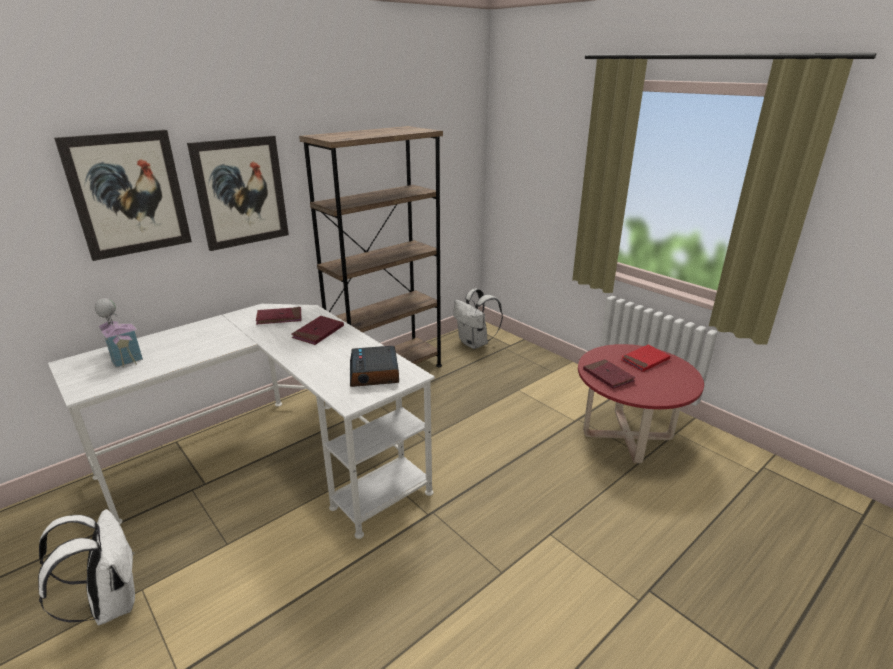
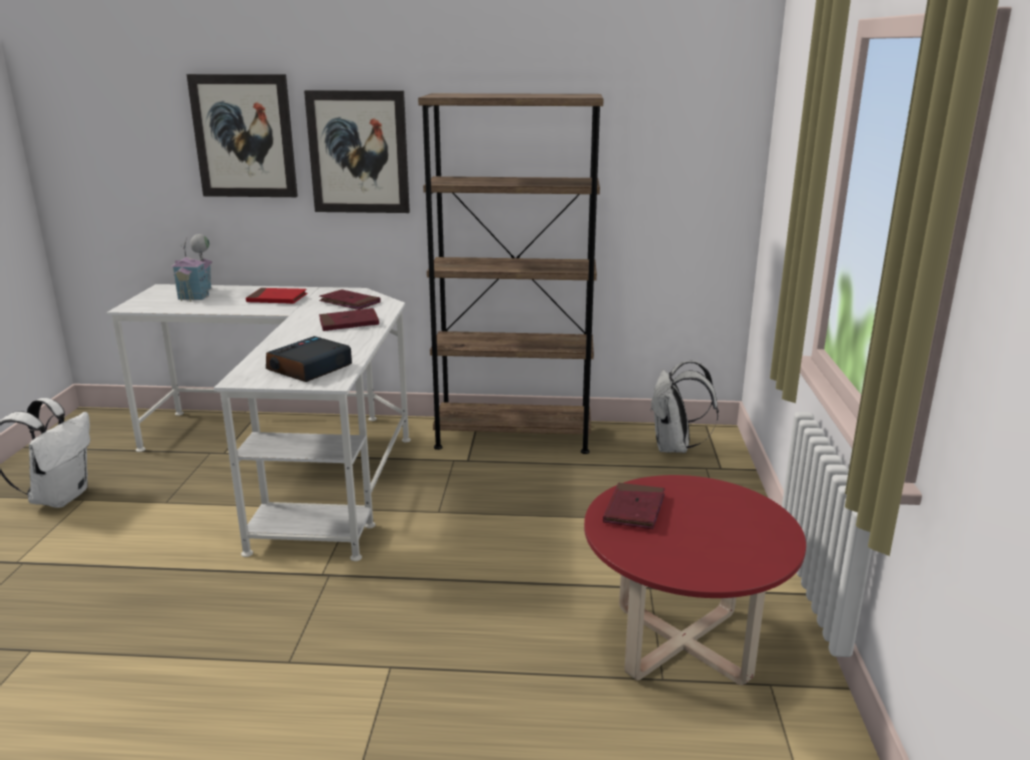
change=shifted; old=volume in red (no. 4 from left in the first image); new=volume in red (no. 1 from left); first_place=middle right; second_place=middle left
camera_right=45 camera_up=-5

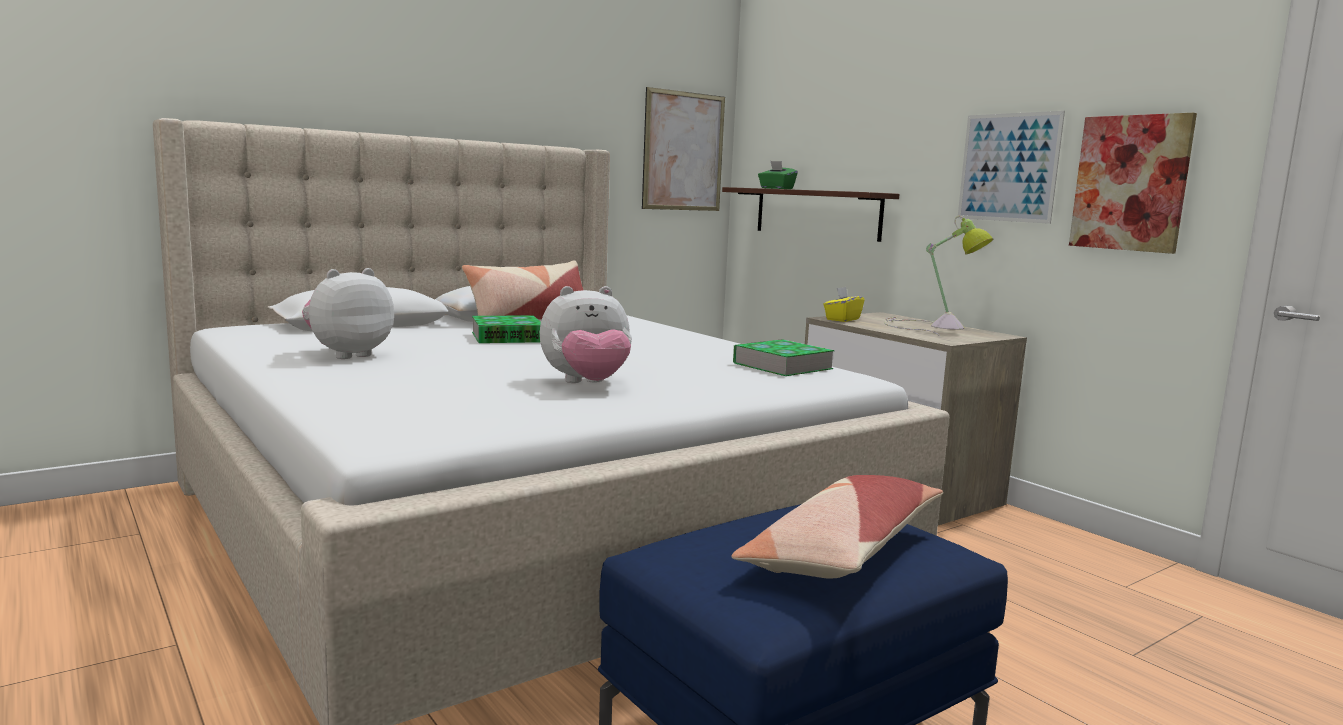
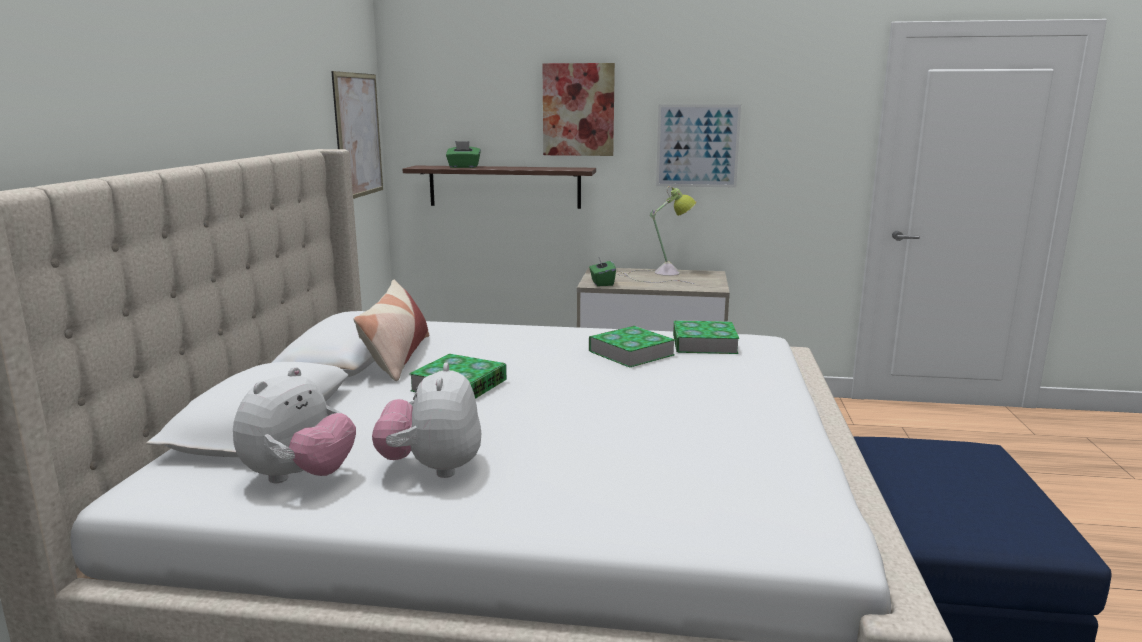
change=shifted; old=picture (no. 3 from left in the first image); new=picture (no. 2 from left); first_place=top right; second_place=top centre
change=shifted; old=soft toy (no. 2 from left in the first image); new=soft toy (no. 1 from left); first_place=centre; second_place=middle left
change=repainted; old=tissue box in yellow; new=tissue box in green (no. 2 from left); first_place=centre; second_place=centre
change=gone; old=throw pillow (no. 2 from left); first_place=bottom centre
change=new; new=volume (no. 2 from left); second_place=centre
camera_right=-45 camera_up=5

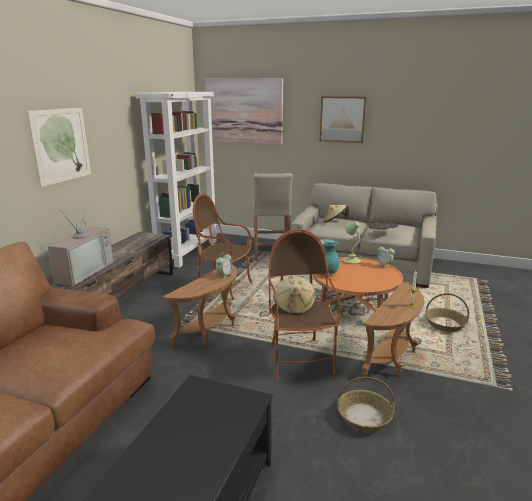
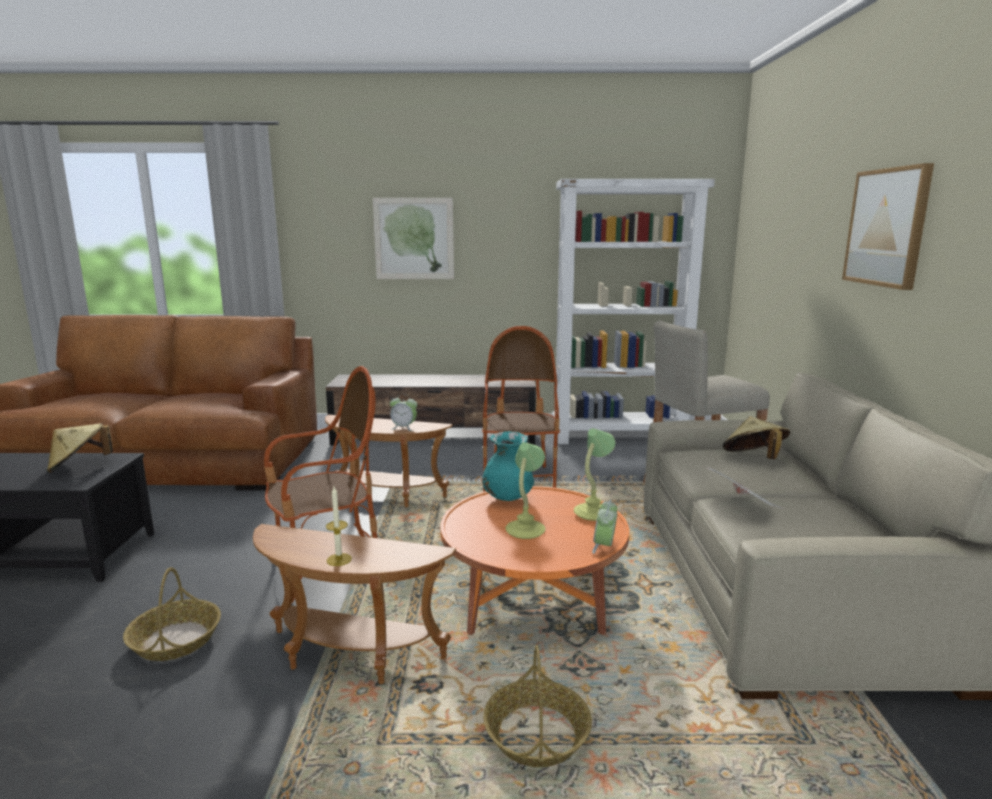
change=gone; old=picture (no. 2 from left); first_place=top centre
change=gone; old=TV; first_place=middle left
change=shifted; old=hat in beige (no. 1 from left); first_place=centre; second_place=middle left
change=new; new=tabletop lamp (no. 1 from left); second_place=centre
camera_right=70 camera_up=-5

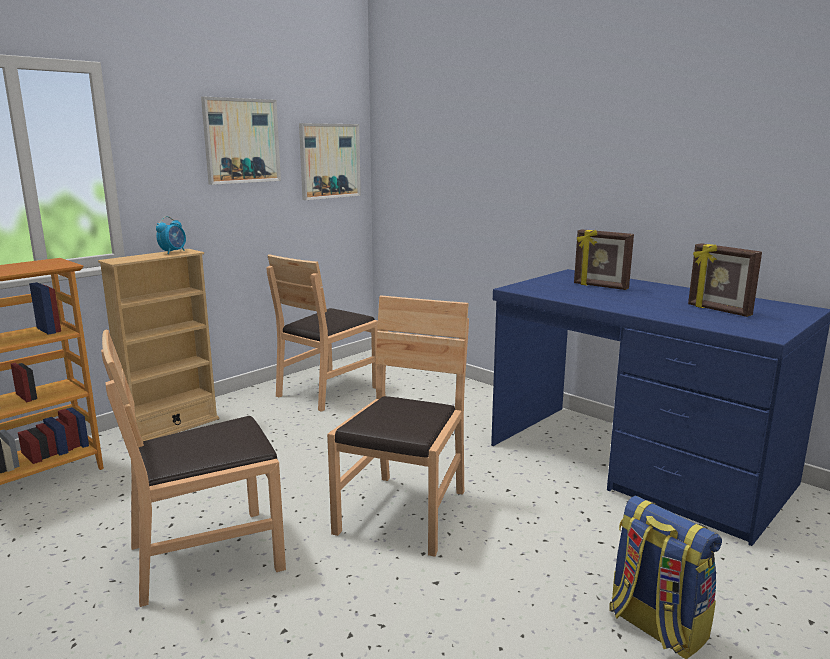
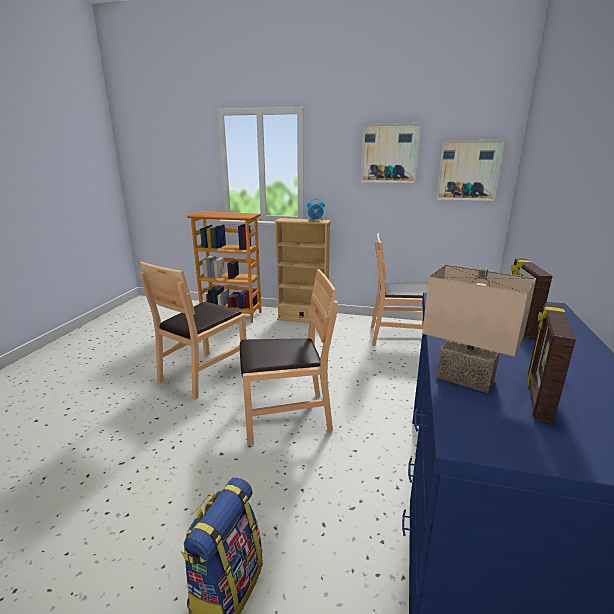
change=rotated; old=chair in brownish (no. 1 from left); first_place=bottom left; second_place=middle left; degrees=-90
change=new; new=tabletop lamp in beige; second_place=middle right
camera_right=60 camera_up=5

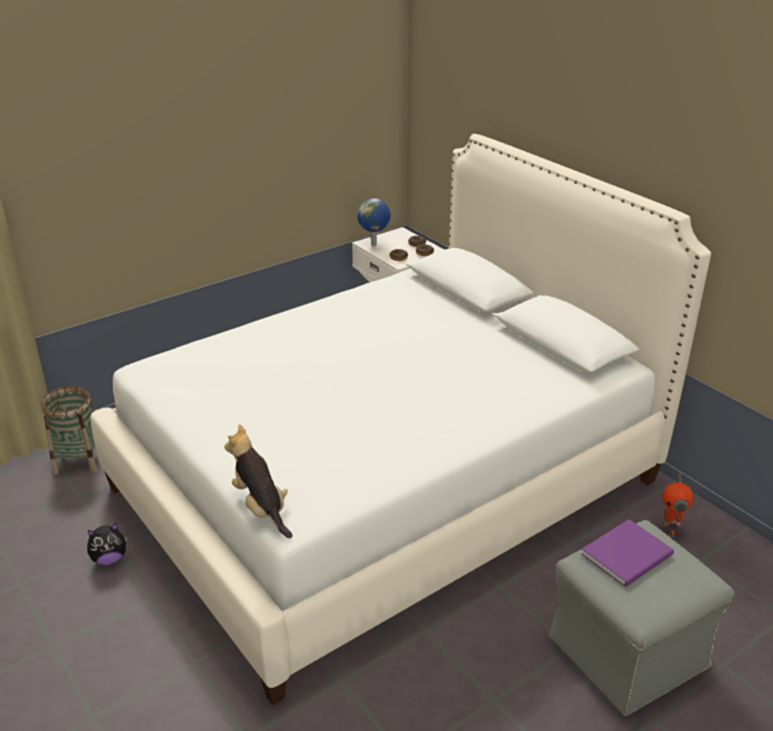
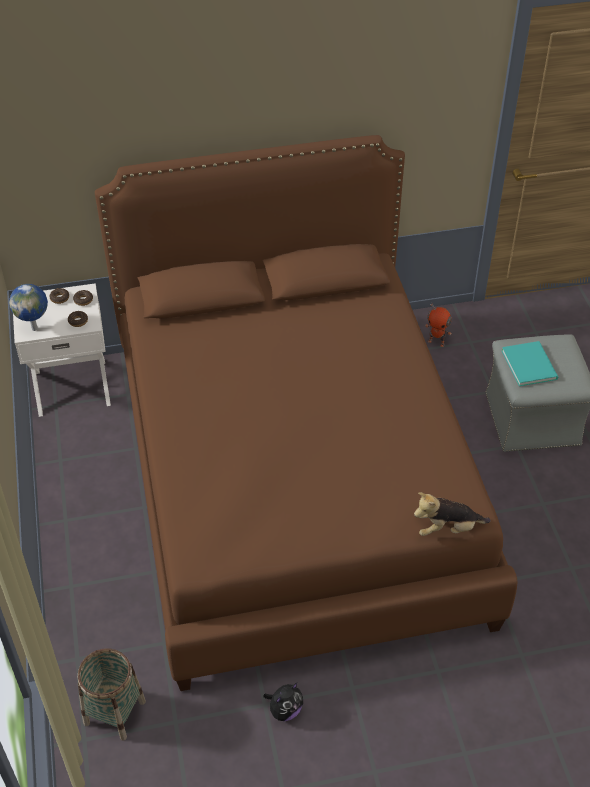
change=repainted; old=bedroom bed in white; new=bedroom bed in brownish; first_place=centre; second_place=centre
change=repainted; old=volume in purple-coloured; new=volume in turquoise-coloured; first_place=bottom right; second_place=middle right
change=rotated; old=soft toy (no. 1 from left); first_place=bottom left; second_place=bottom centre; degrees=45
camera_right=-65 camera_up=15

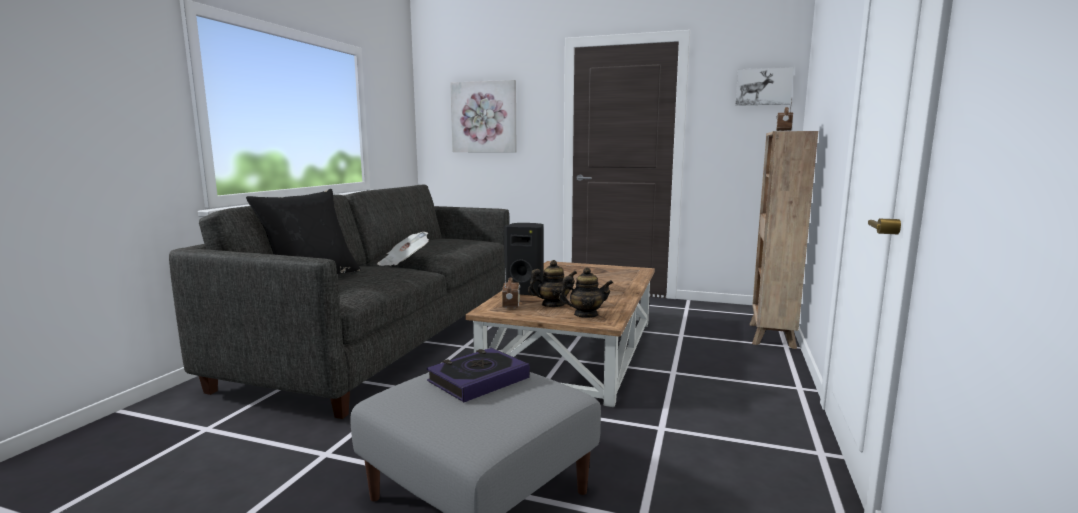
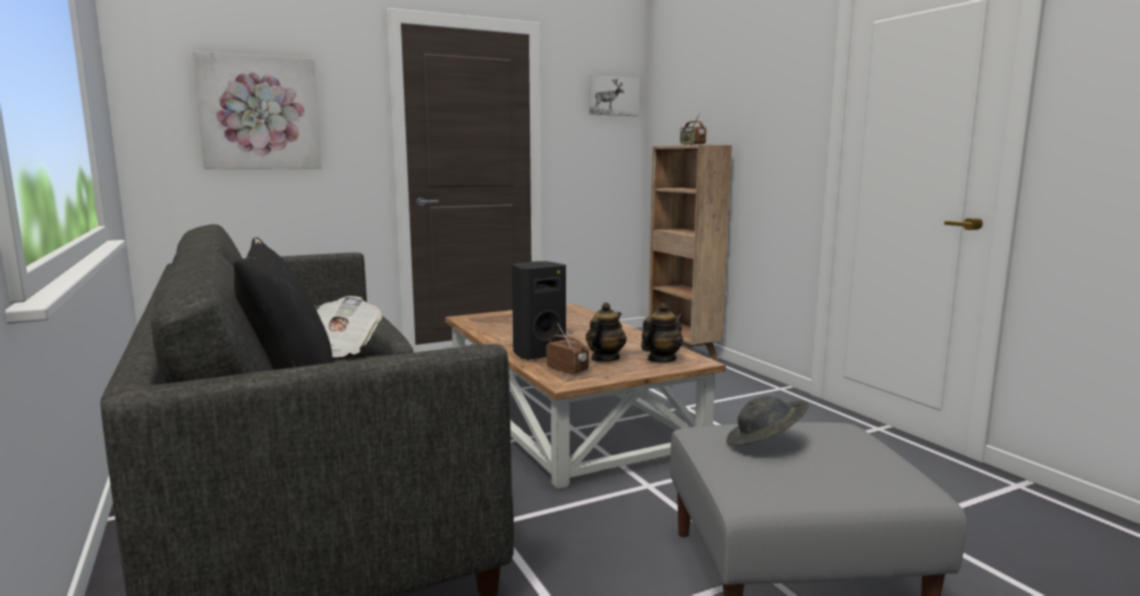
change=swapped; old=volume; new=hat in greyish; first_place=bottom centre; second_place=bottom right
camera_right=-45 camera_up=0

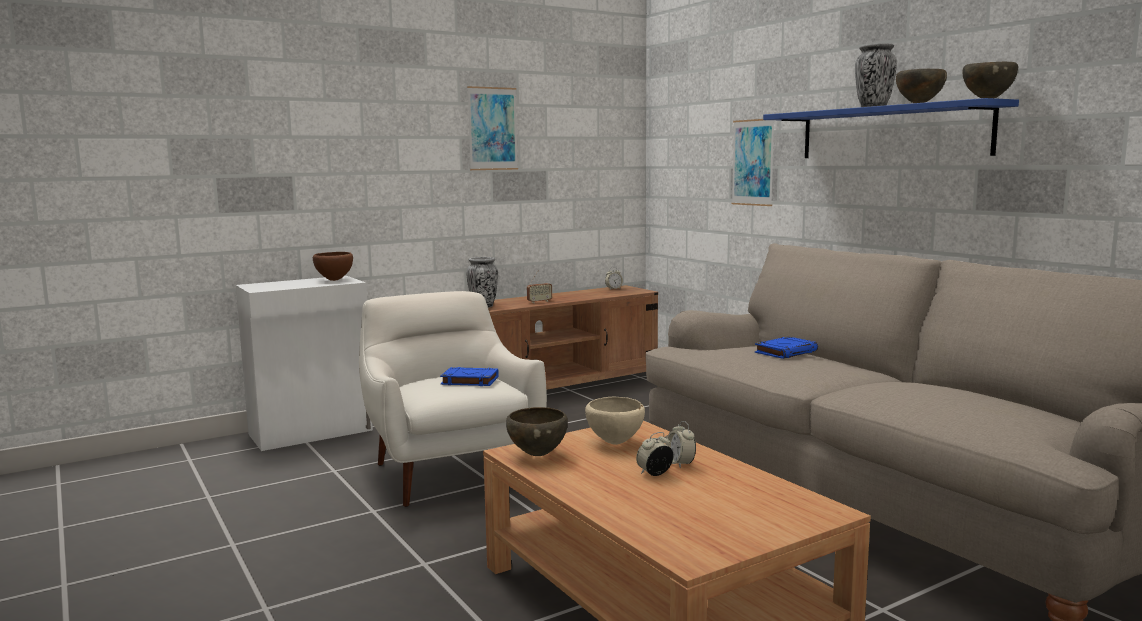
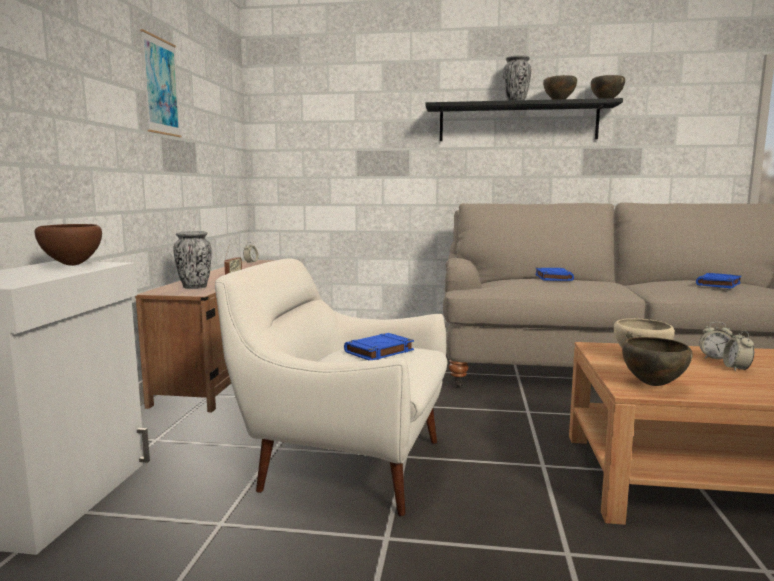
change=repainted; old=wall shelf in blue-coloured; new=wall shelf in blackish; first_place=top right; second_place=top right
change=gone; old=picture (no. 2 from left); first_place=top centre
change=new; new=volume in blue-coloured (no. 3 from left); second_place=middle right
camera_right=-50 camera_up=0

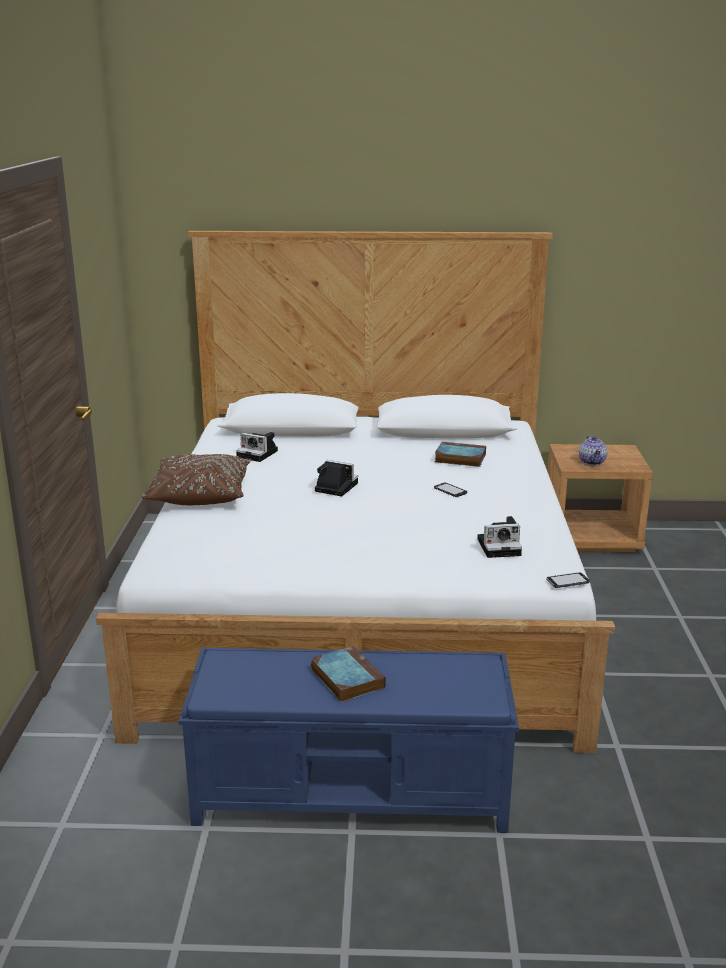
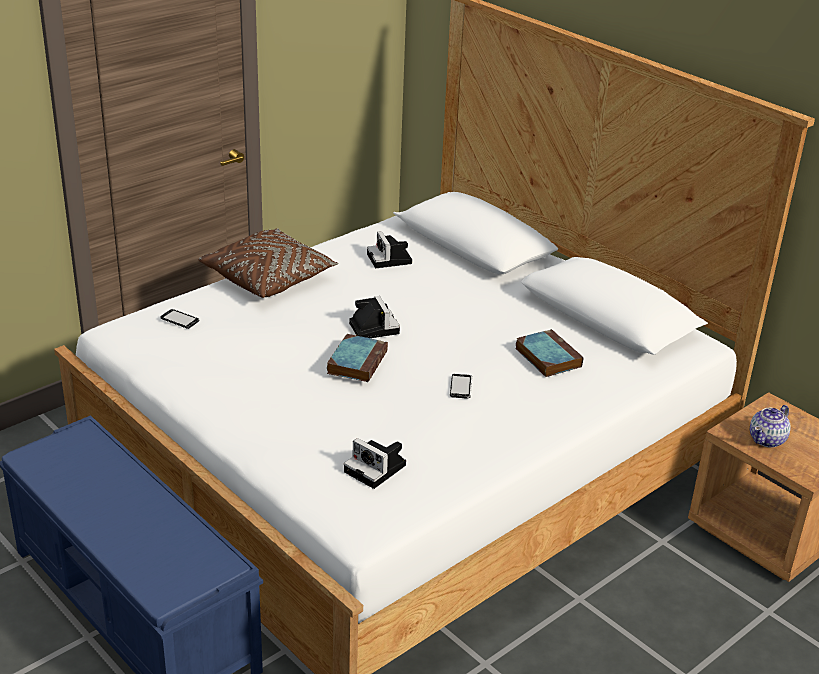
change=shifted; old=handset (no. 2 from left in the first image); new=handset (no. 1 from left); first_place=middle right; second_place=middle left
change=shifted; old=volume (no. 1 from left); first_place=bottom centre; second_place=centre
camera_right=45 camera_up=10

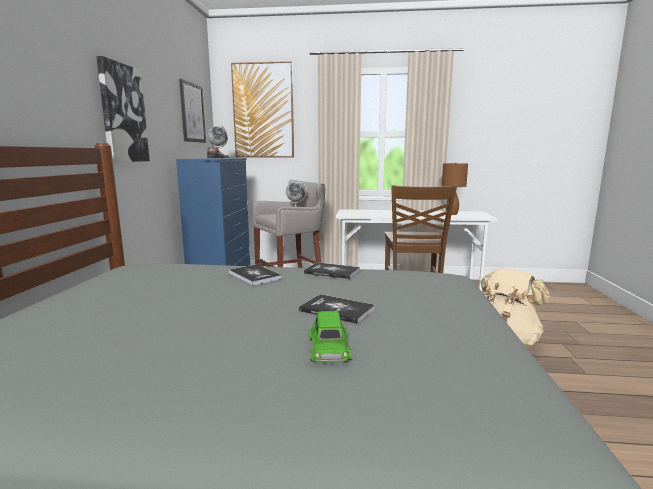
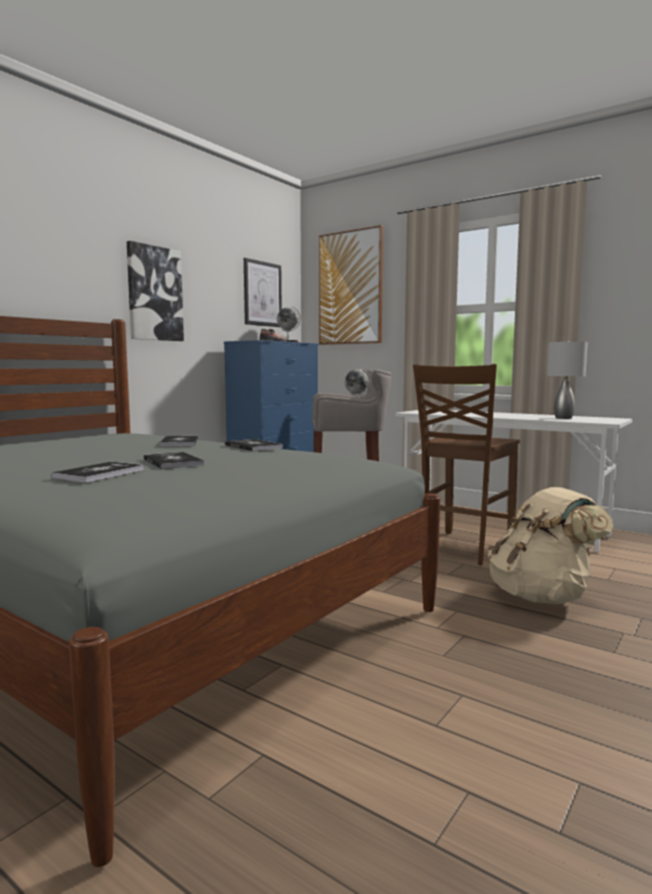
change=repainted; old=tabletop lamp in brownish; new=tabletop lamp in greyish; first_place=middle right; second_place=middle right
change=swapped; old=model car in green; new=volume (no. 1 from left); first_place=bottom centre; second_place=middle left
camera_right=30 camera_up=-5

